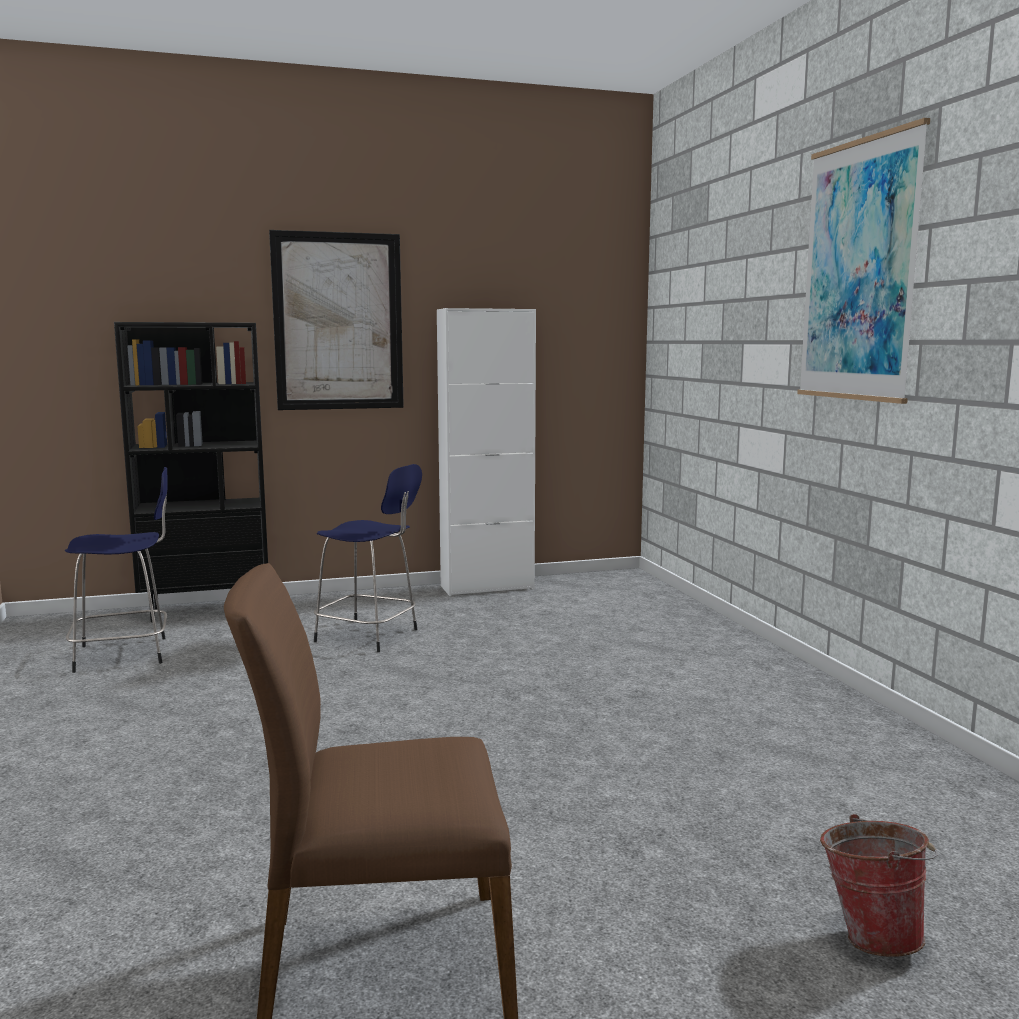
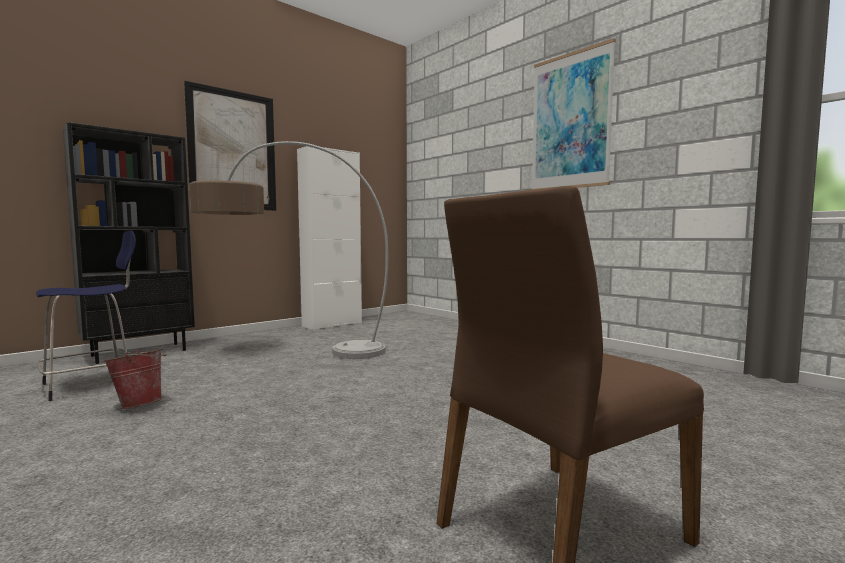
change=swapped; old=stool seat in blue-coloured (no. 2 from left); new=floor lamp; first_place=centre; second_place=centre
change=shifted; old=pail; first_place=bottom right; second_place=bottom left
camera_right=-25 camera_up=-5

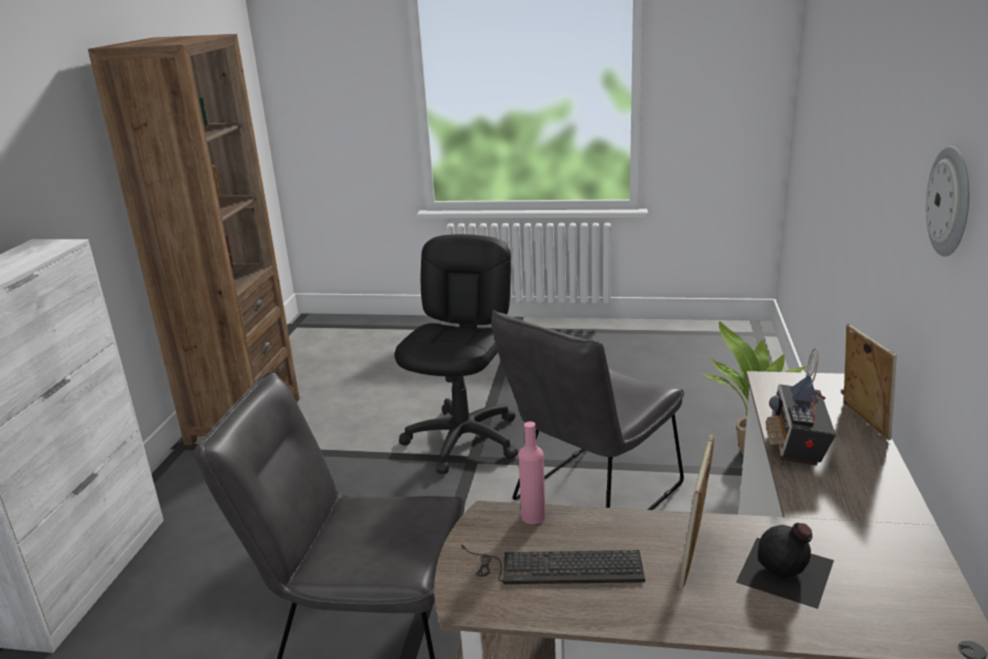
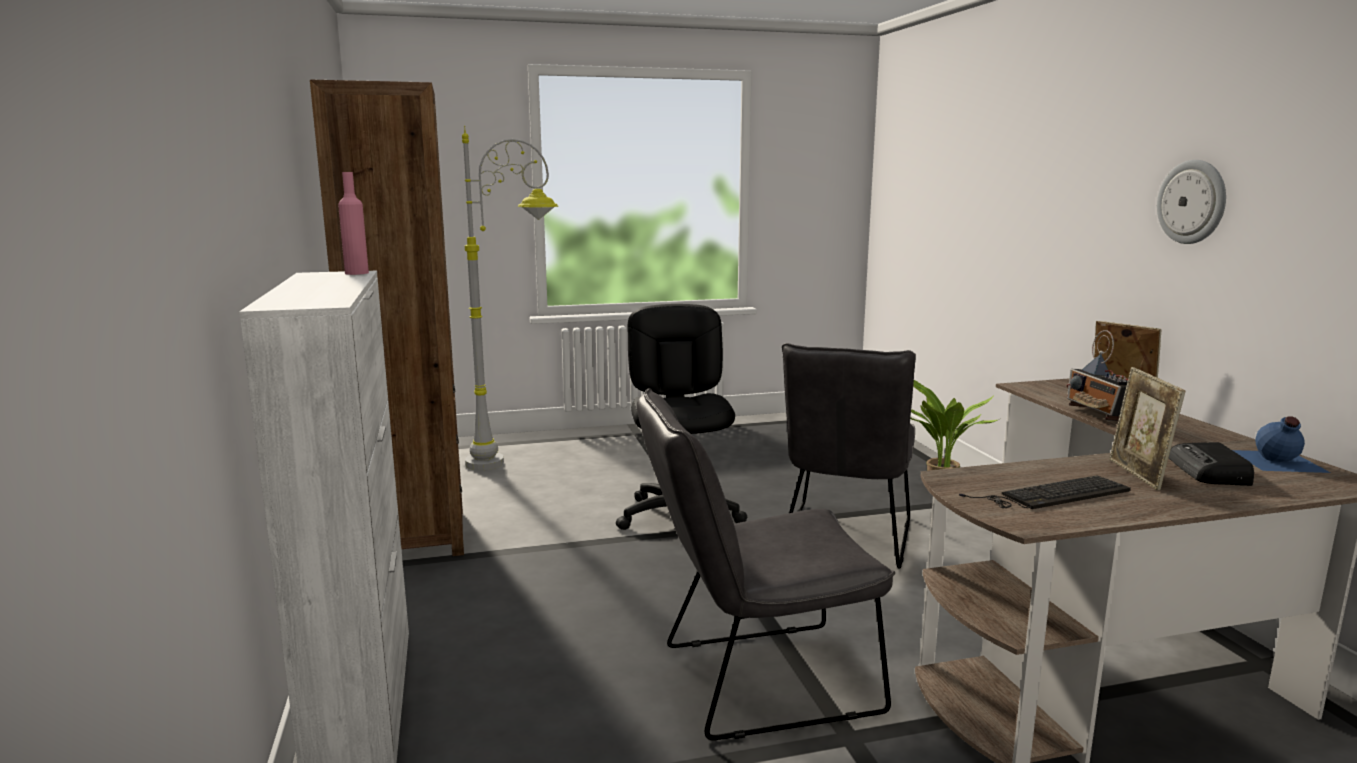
change=shifted; old=beverage bottle in pink; first_place=bottom centre; second_place=top left
change=swapped; old=beverage bottle in blackish; new=radio set (no. 2 from left); first_place=bottom right; second_place=middle right
change=new; new=floor lamp in greyish; second_place=centre
change=new; new=beverage bottle in blue-coloured; second_place=middle right
camera_right=-25 camera_up=-10

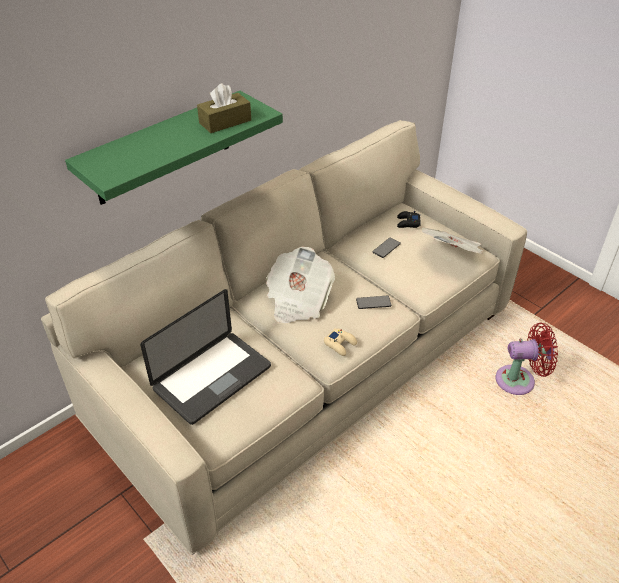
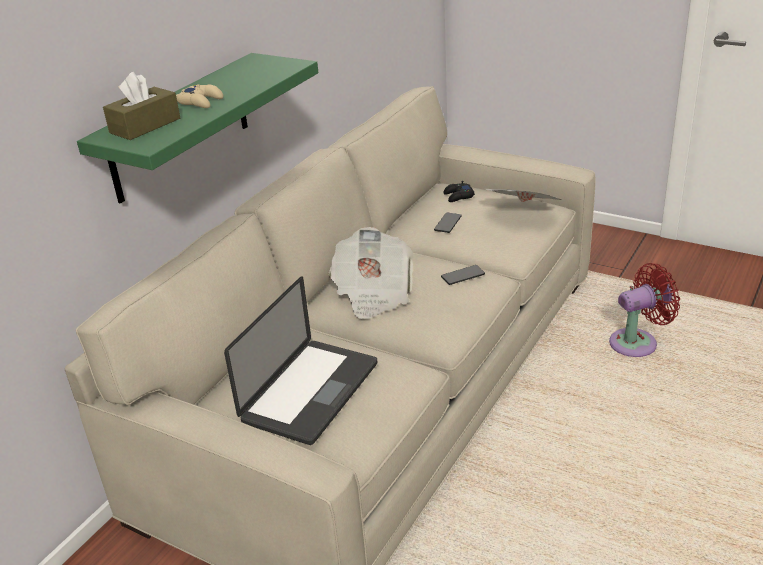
change=shifted; old=tissue box in brownish; first_place=top centre; second_place=top left
change=shifted; old=joypad in beige; first_place=centre; second_place=top left
camera_right=-15 camera_up=-10

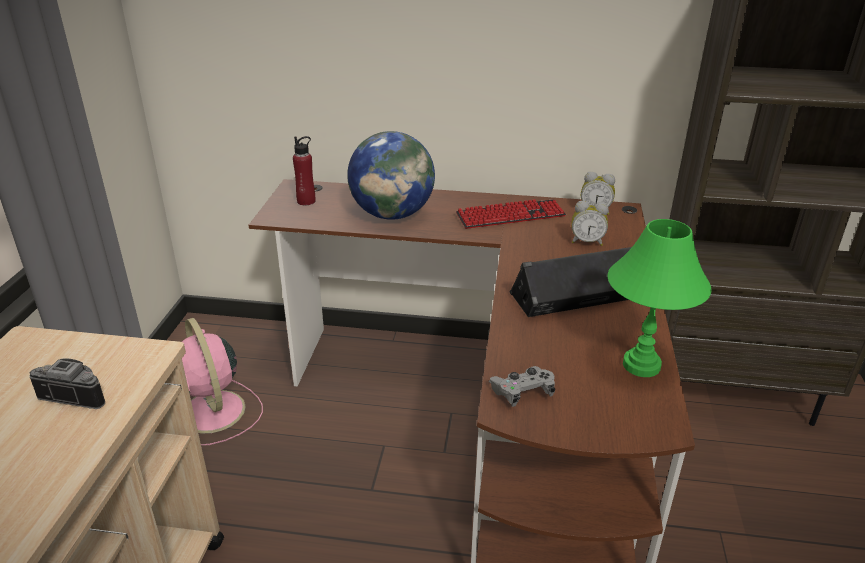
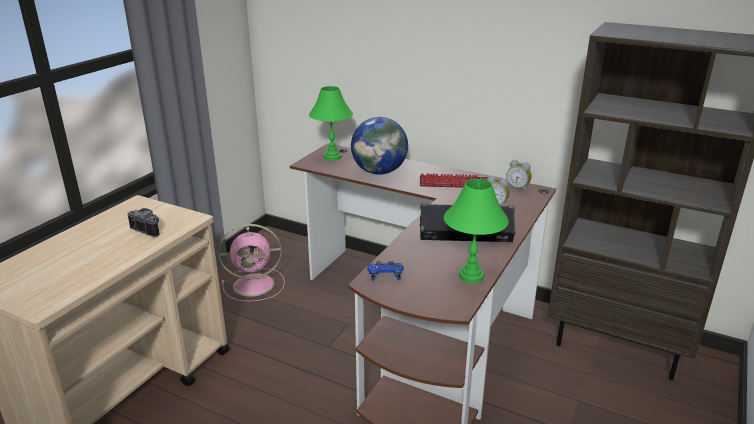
change=swapped; old=beverage bottle in red; new=tabletop lamp in green (no. 1 from left); first_place=top centre; second_place=top centre
change=rotated; old=fan in pink; first_place=bottom left; second_place=middle left; degrees=-90
change=repainted; old=joypad in greyish; new=joypad in blue-coloured; first_place=bottom centre; second_place=centre
camera_right=20 camera_up=-5

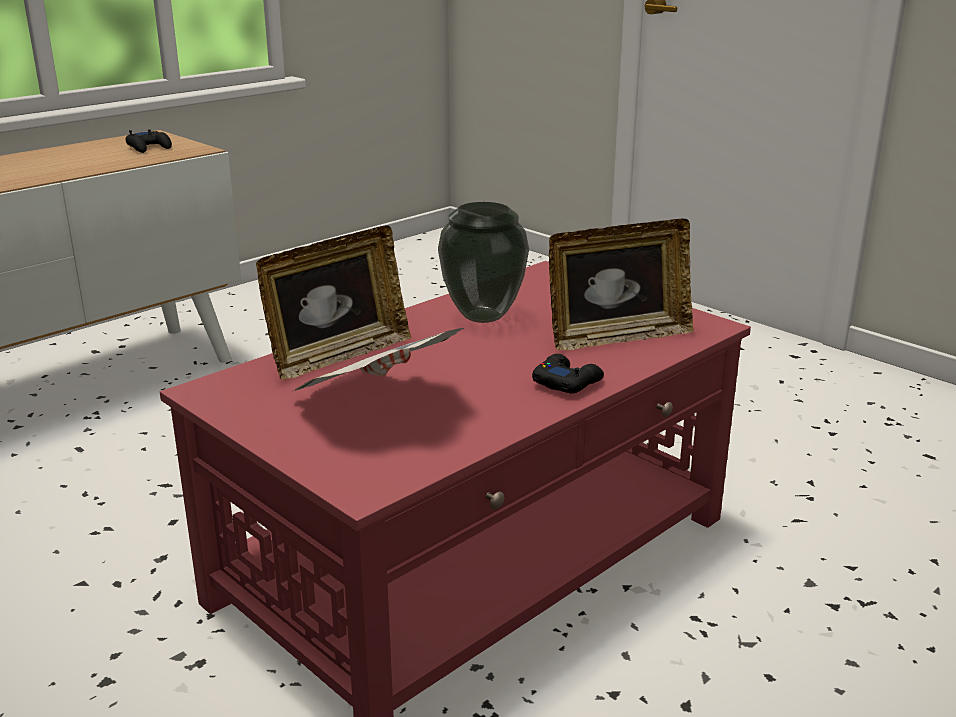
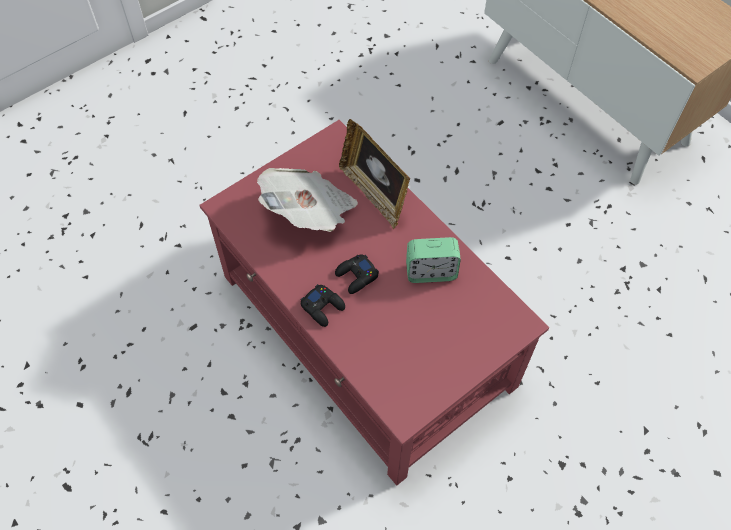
change=shifted; old=joypad in blackish (no. 1 from left in the first image); new=joypad in blackish (no. 2 from left); first_place=top left; second_place=centre
change=swapped; old=flower vase; new=alarm clock; first_place=centre; second_place=centre
change=gone; old=picture frame (no. 2 from left); first_place=centre
camera_right=95 camera_up=35

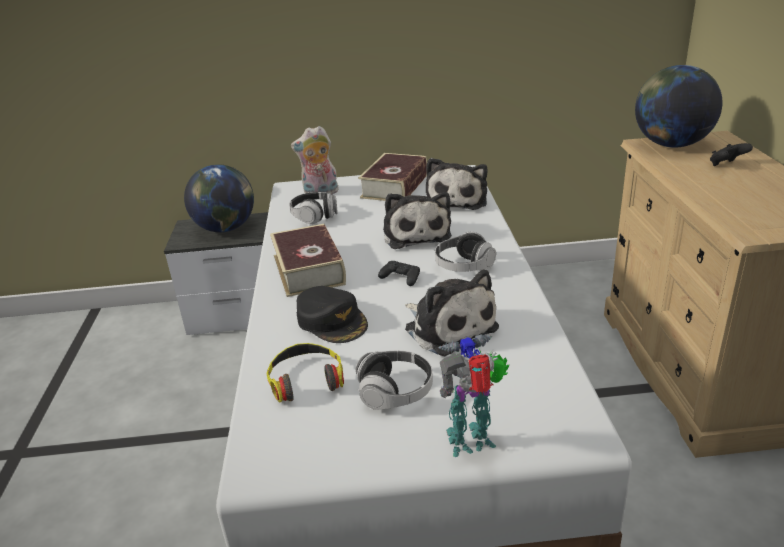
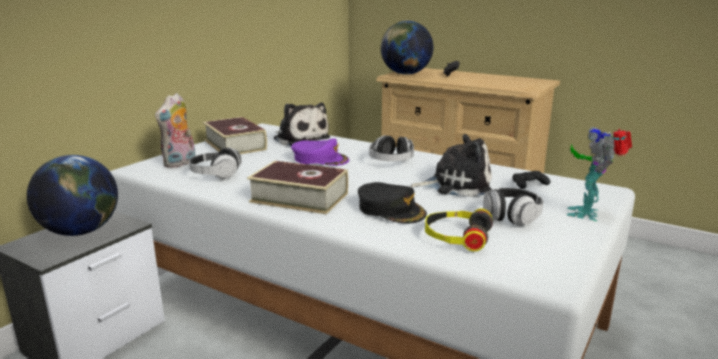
change=swapped; old=soft toy (no. 2 from left); new=cap in purple-coloured; first_place=centre; second_place=centre
change=shifted; old=joypad in blackish (no. 1 from left in the first image); new=joypad in blackish (no. 2 from left); first_place=centre; second_place=middle right
change=rotated; old=cap in blackish; first_place=centre; second_place=centre; degrees=45
camera_right=-55 camera_up=-10

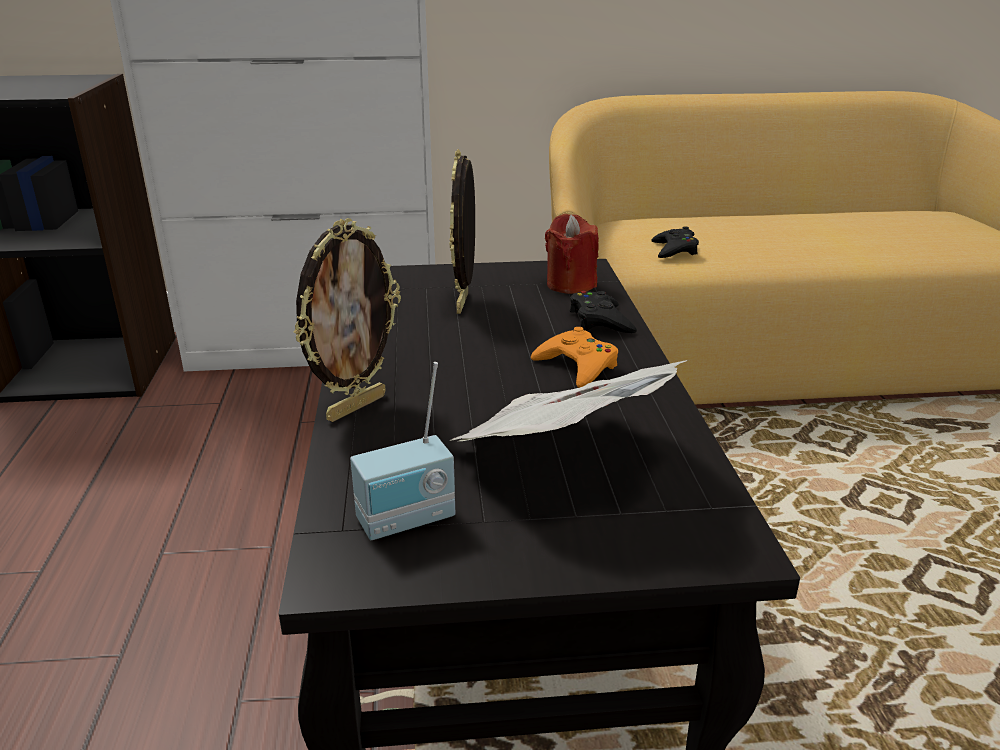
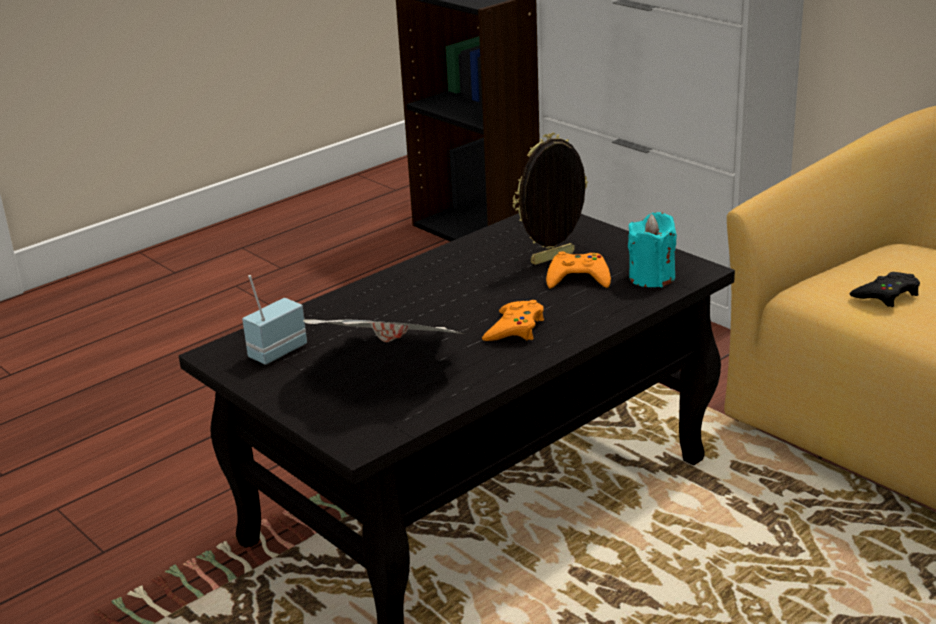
change=repainted; old=wax candle in red; new=wax candle in turquoise-coloured; first_place=centre; second_place=middle right
change=gone; old=picture frame (no. 1 from left); first_place=centre
change=gone; old=joypad in blackish (no. 1 from left); first_place=centre
change=rotated; old=radio set; first_place=centre; second_place=middle left; degrees=105
change=new; new=joypad in orange-coloured (no. 2 from left); second_place=centre
camera_right=55 camera_up=0

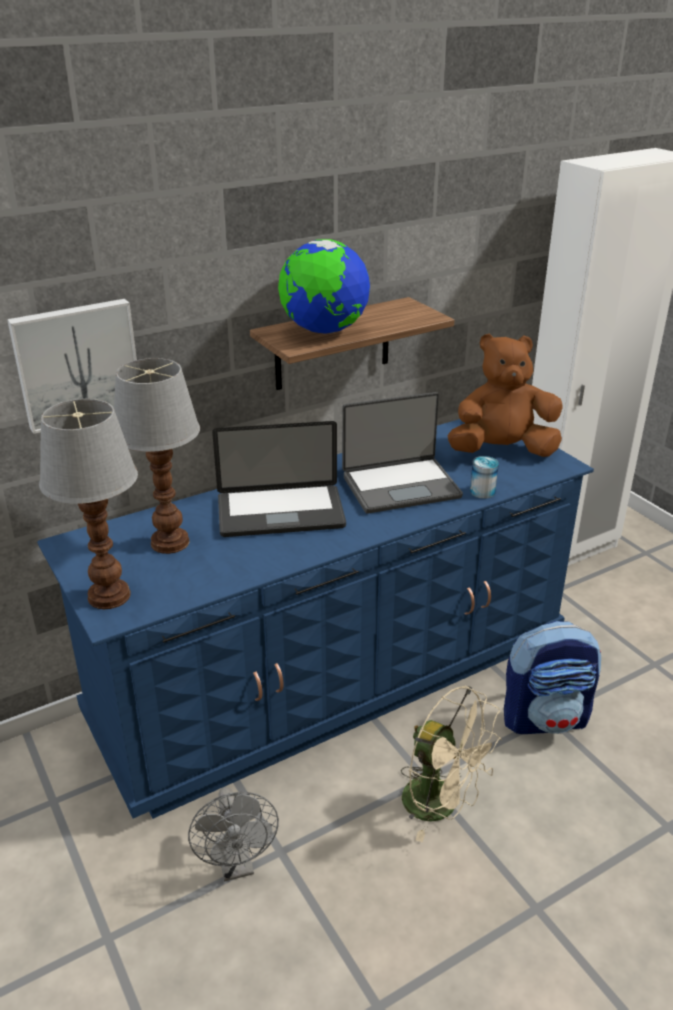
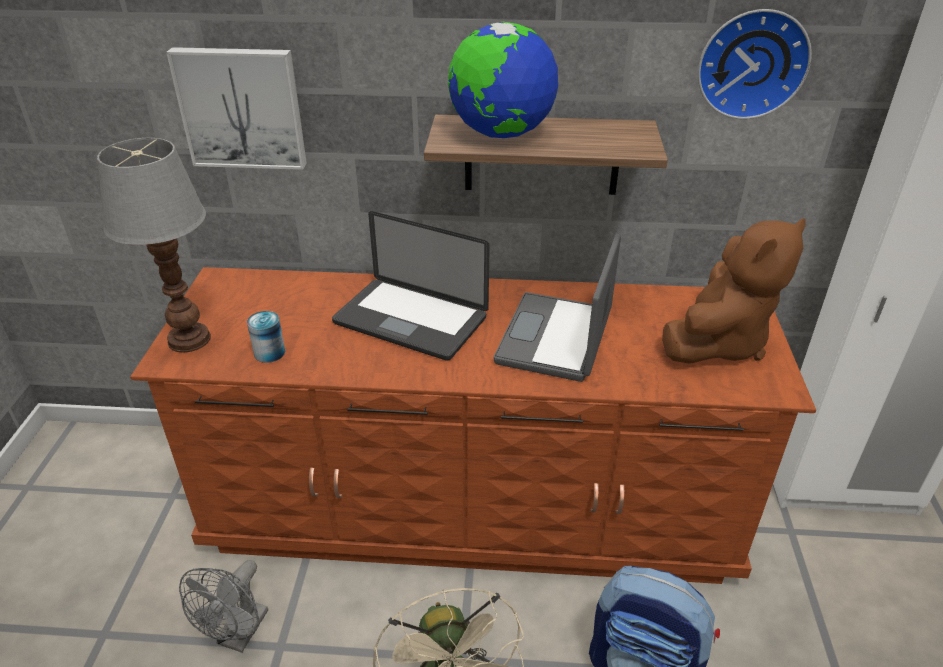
change=rotated; old=soft toy in brownish; first_place=middle right; second_place=middle right; degrees=105
change=gone; old=tabletop lamp (no. 2 from left); first_place=middle left
change=rotated; old=portable computer (no. 2 from left); first_place=centre; second_place=centre; degrees=90
change=repainted; old=dresser in blue-coloured; new=dresser in brownish; first_place=centre; second_place=centre
change=shifted; old=metal can; first_place=middle right; second_place=middle left
change=new; new=wall clock; second_place=top right
camera_right=35 camera_up=5

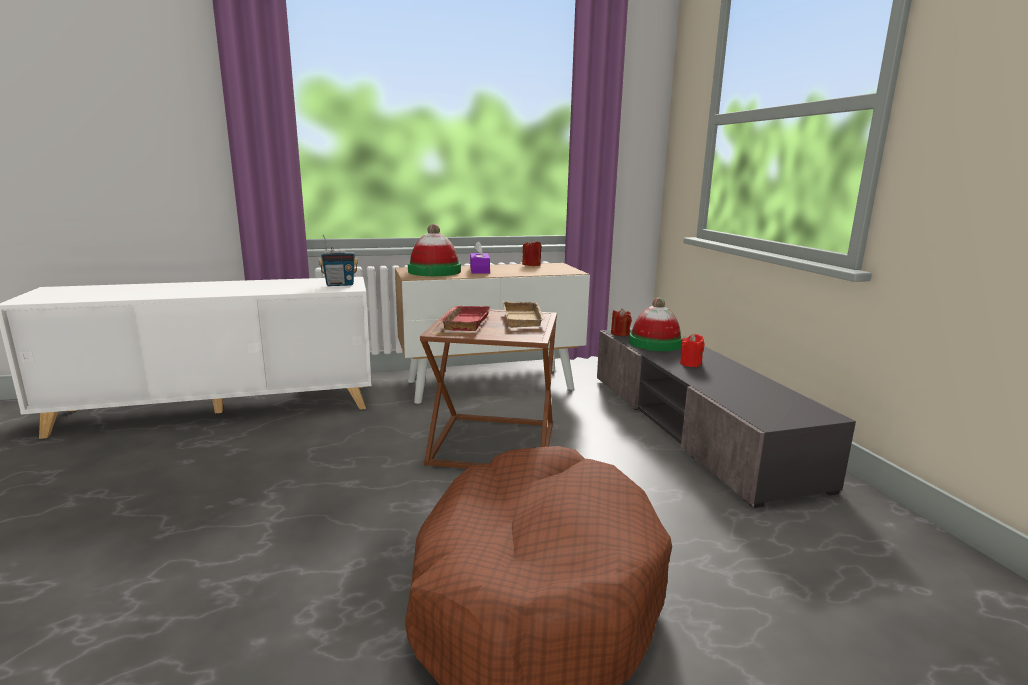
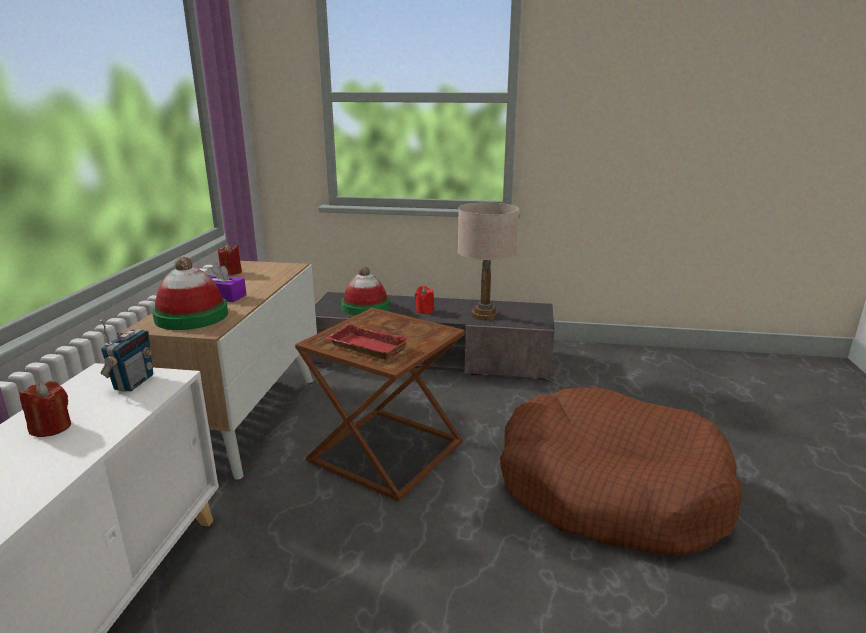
change=gone; old=carrying tray in beige; first_place=centre
change=shifted; old=wax candle in red (no. 2 from left in the first image); new=wax candle in red (no. 1 from left); first_place=centre; second_place=middle left
change=new; new=tabletop lamp in beige; second_place=centre
camera_right=-65 camera_up=5

